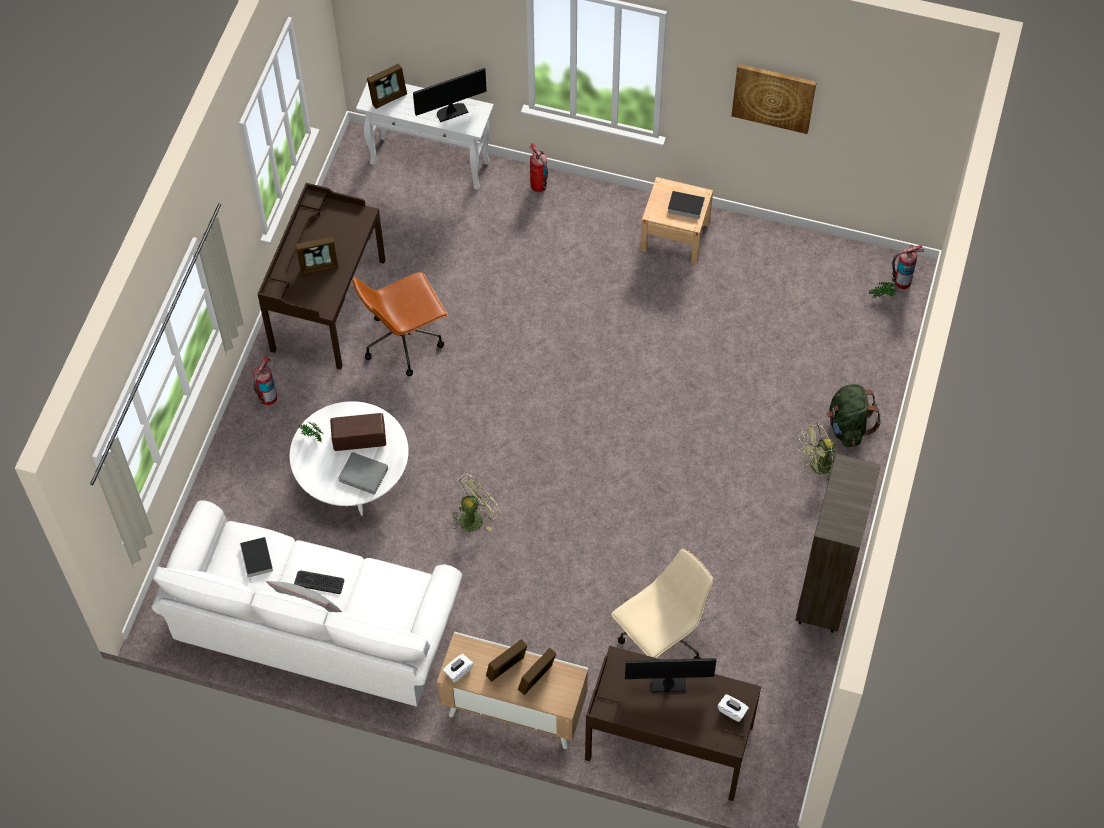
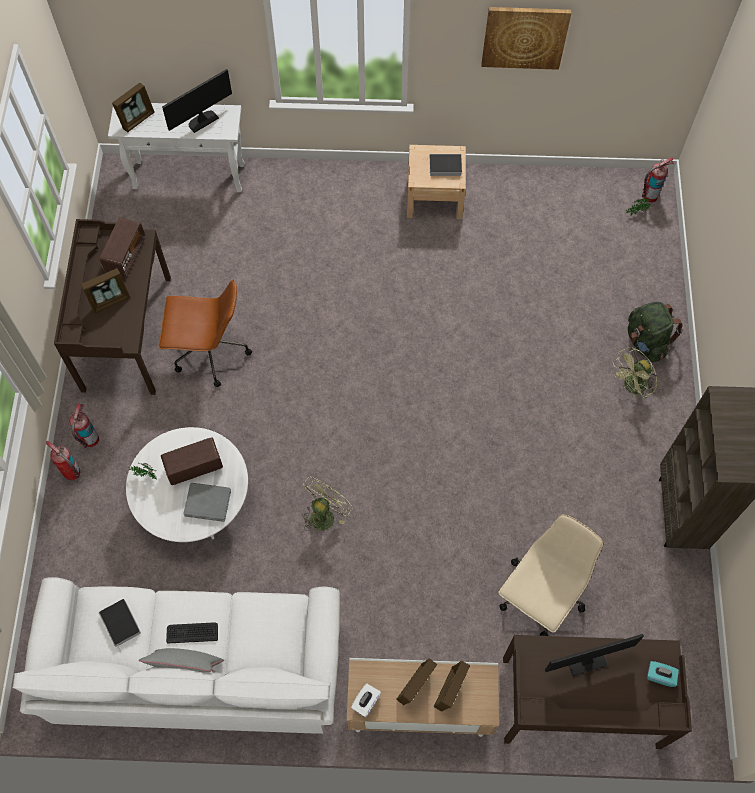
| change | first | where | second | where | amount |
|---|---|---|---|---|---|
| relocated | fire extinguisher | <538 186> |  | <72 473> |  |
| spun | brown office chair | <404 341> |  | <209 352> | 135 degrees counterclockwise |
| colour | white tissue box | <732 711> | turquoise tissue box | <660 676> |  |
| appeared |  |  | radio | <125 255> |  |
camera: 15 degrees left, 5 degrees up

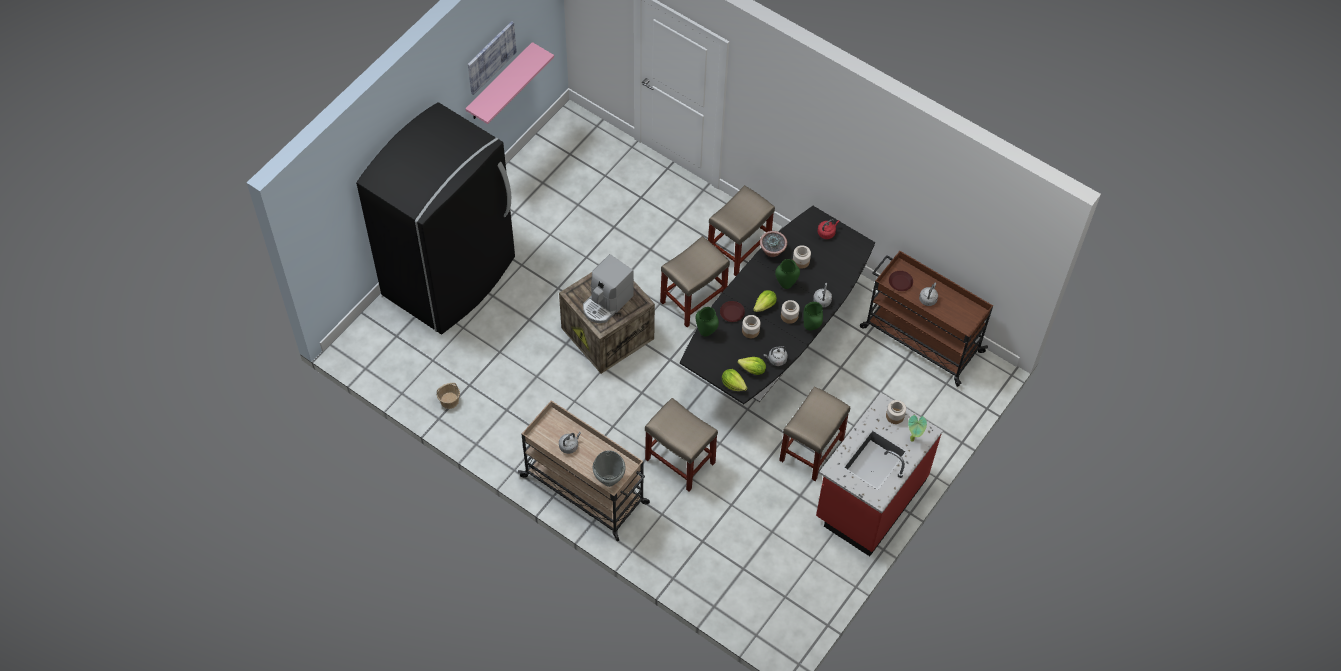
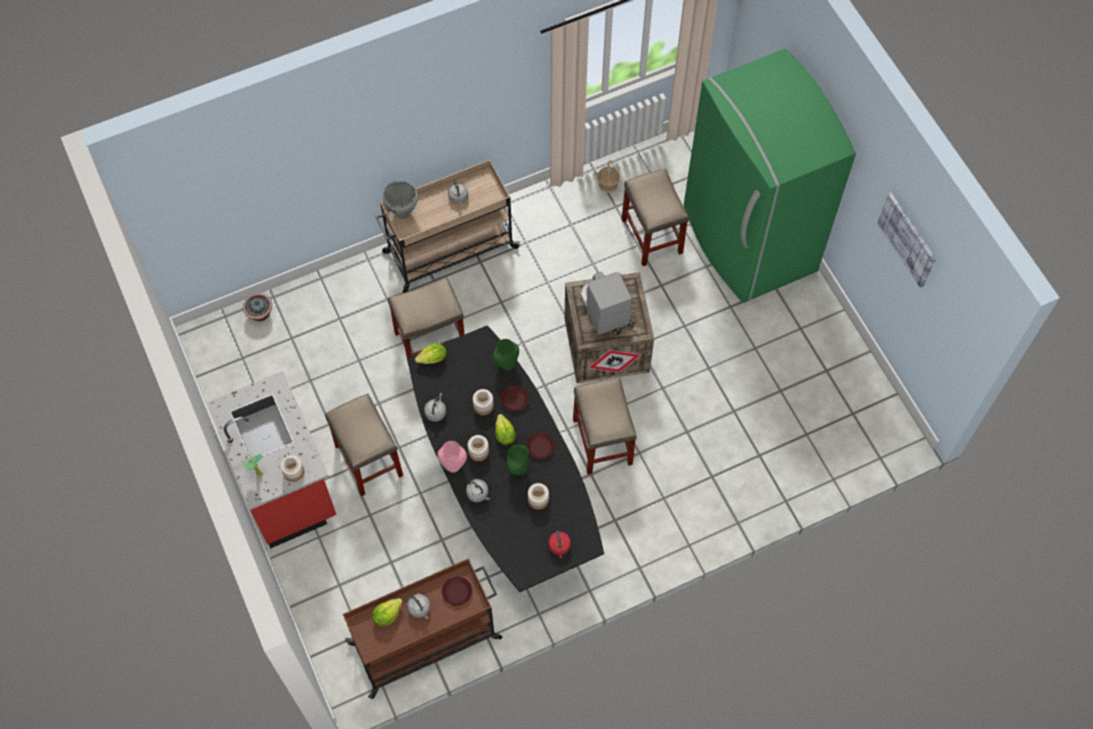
| change | first | where | second | where | amount |
|---|---|---|---|---|---|
| missing | pink shelf | <499 83> |  |  |  |
| colour | black fridge | <450 277> | green fridge | <747 240> |  |
| relocated | beige stool | <739 248> |  | <652 237> |  |
| relocated | potted plant | <772 251> |  | <260 314> |  |
| colour | green vase | <810 327> | pink vase | <453 465> |  |
| relocated | lettuce | <752 370> |  | <387 615> |  |
| appeared |  |  | brown plate | <540 446> |  |
camera: 120 degrees right, 5 degrees up

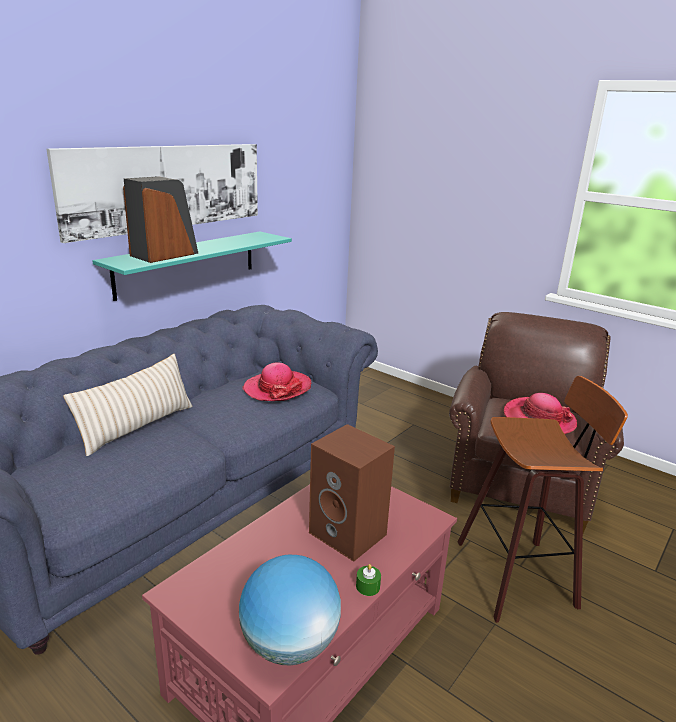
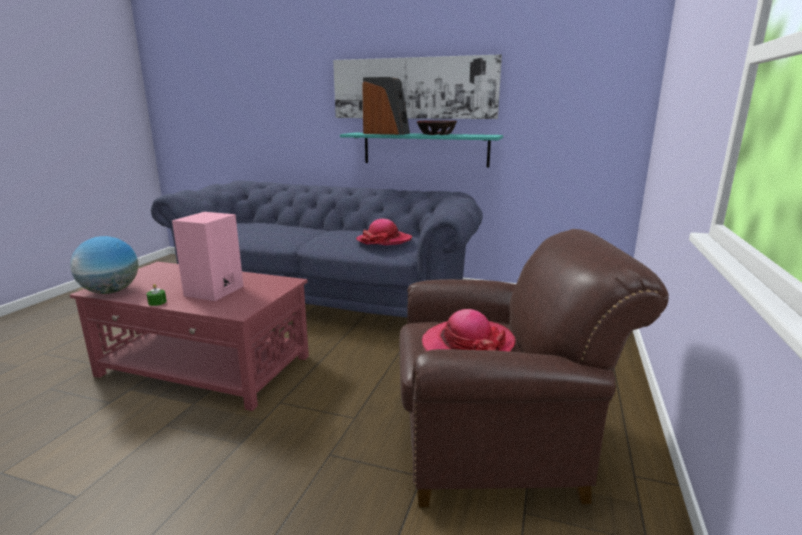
| change | first | where | second | where | amount |
|---|---|---|---|---|---|
| missing | beige pillow | <137 427> |  |  |  |
| missing | stool | <519 575> |  |  |  |
| colour | brown speaker | <350 534> | pink speaker | <214 291> |  |
| appeared |  |  | bowl | <436 134> |  |
camera: 70 degrees right, 5 degrees down

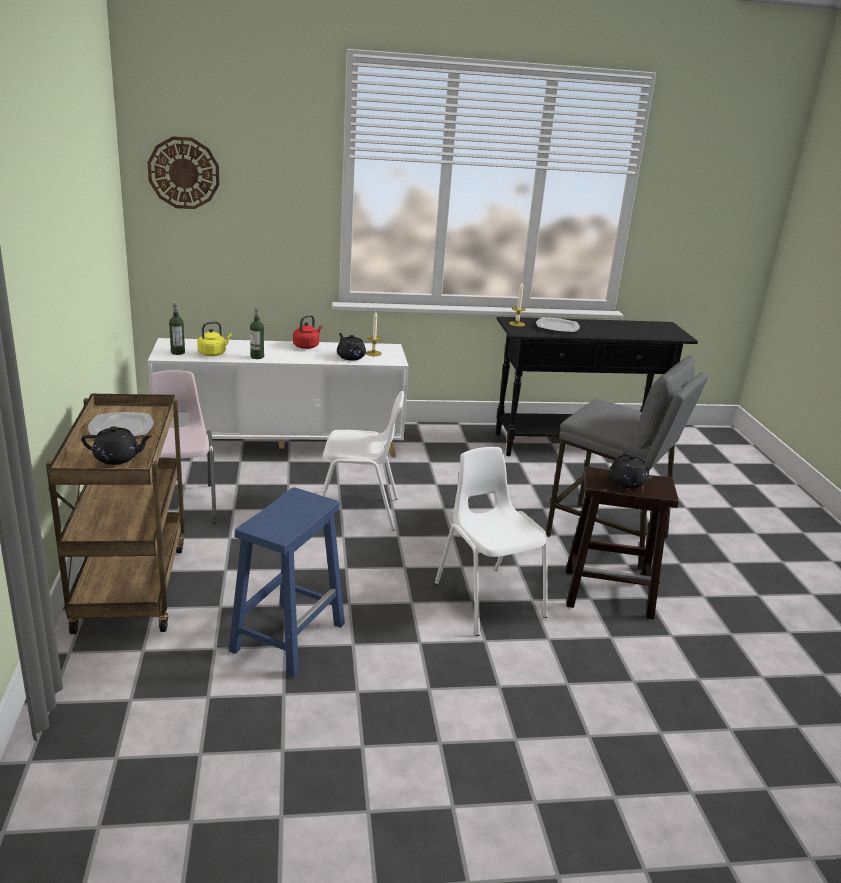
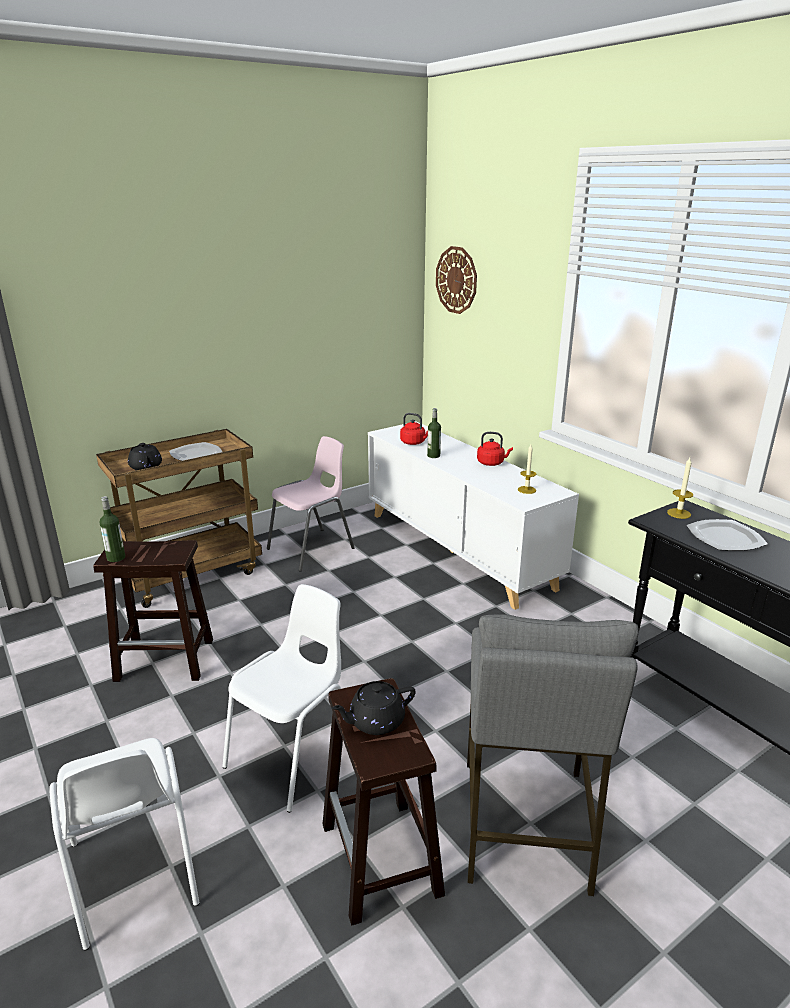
| change | first | where | second | where | amount |
|---|---|---|---|---|---|
| relocated | bottle | <178 352> |  | <116 558> |  |
| colour | yellow kettle | <213 353> | red kettle | <414 443> |  |
| missing | black teapot | <350 357> |  |  |  |
| relocated | white chair | <358 511> |  | <134 875> |  |
| colour | blue stool | <289 636> | brown stool | <167 660> |  |
camera: 65 degrees right, 0 degrees up

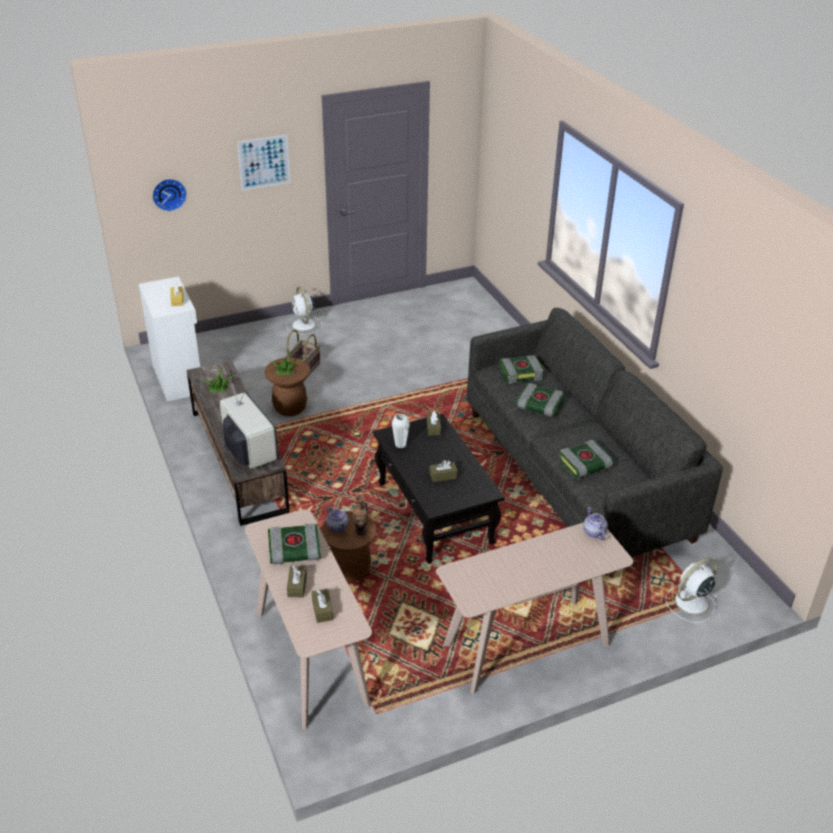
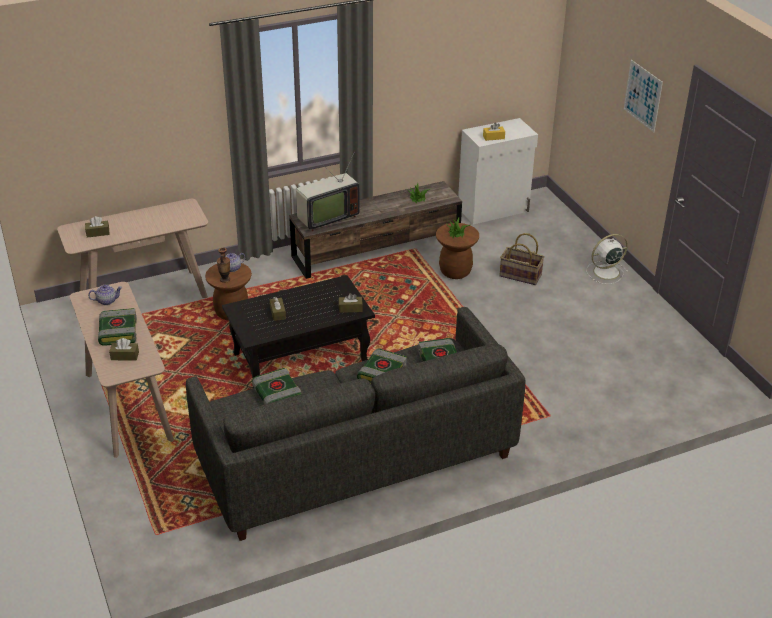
| change | first | where | second | where | amount |
|---|---|---|---|---|---|
| missing | wall clock | <169 194> |  |  |  |
| missing | white vase | <400 445> |  |  |  |
| relocated | teapot | <593 532> |  | <107 301> |  |
| relocated | book | <293 551> |  | <117 331> |  |
| missing | white fan | <690 603> |  |  |  |
| relocated | brown tissue box | <297 586> |  | <125 356> |  |
camera: 90 degrees right, 0 degrees up

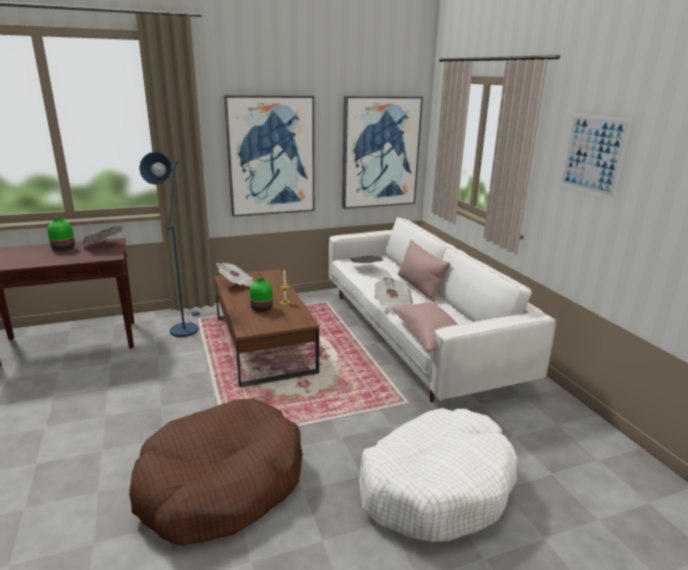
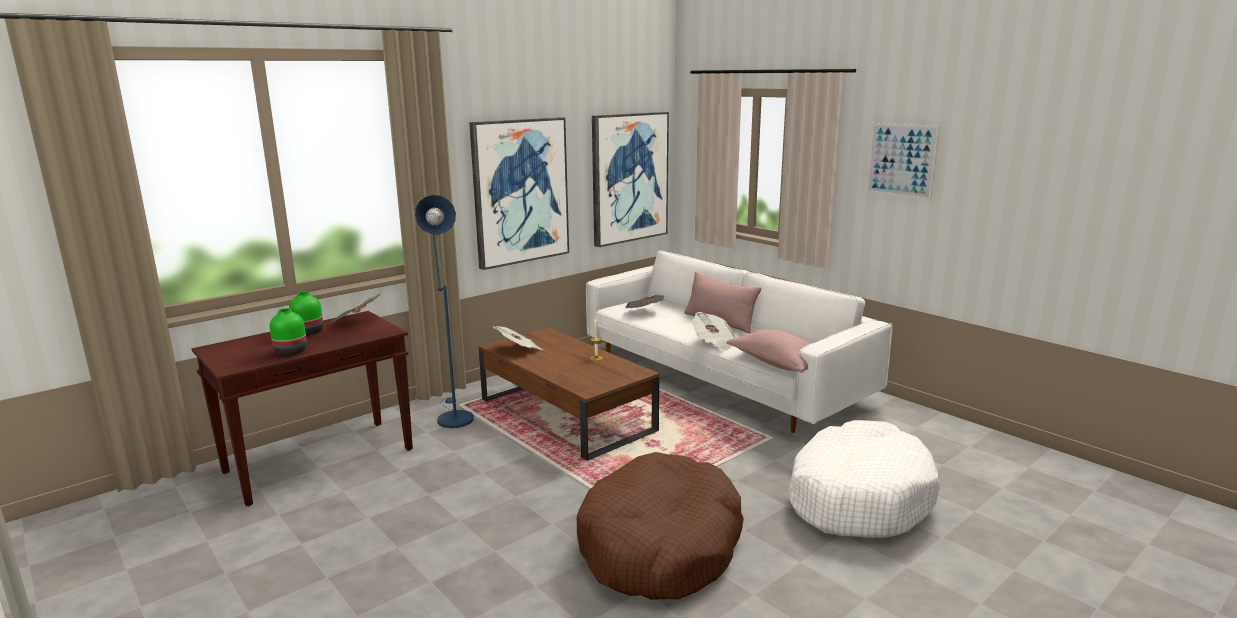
| change | first | where | second | where | amount |
|---|---|---|---|---|---|
| relocated | green vase | <262 308> |  | <291 352> |  |
camera: 20 degrees left, 5 degrees down

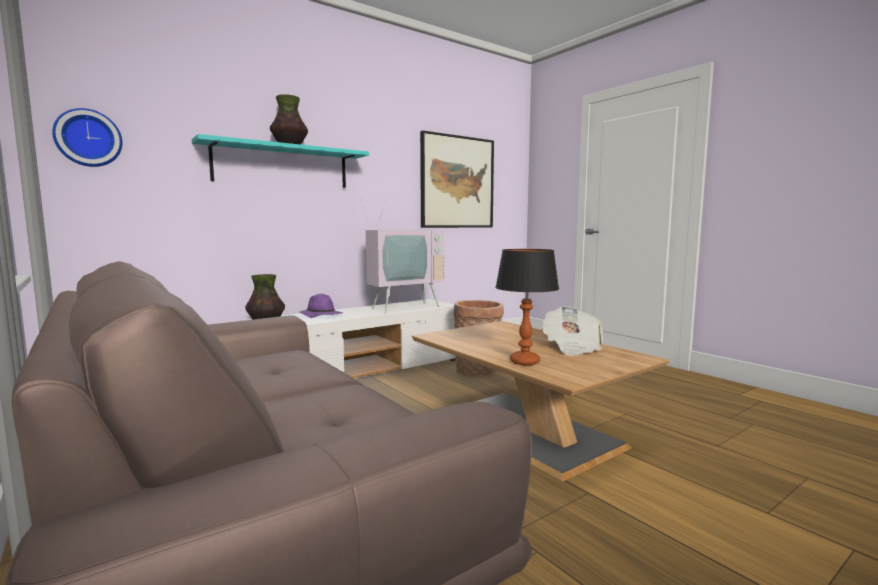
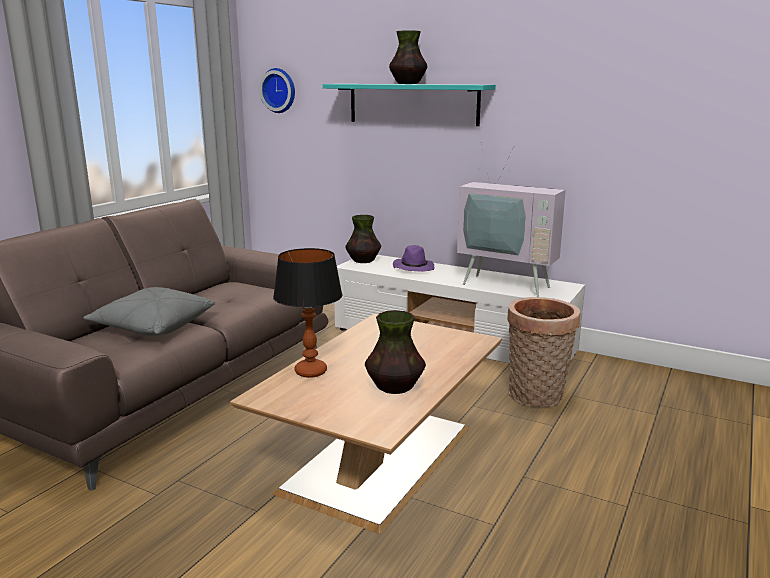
| change | first | where | second | where | amount |
|---|---|---|---|---|---|
| missing | picture | <457 182> |  |  |  |
| exchanged | newspaper | <571 347> | vase | <394 388> |  |
| appeared |  |  | grey pillow | <153 327> |  |
camera: 65 degrees right, 10 degrees up

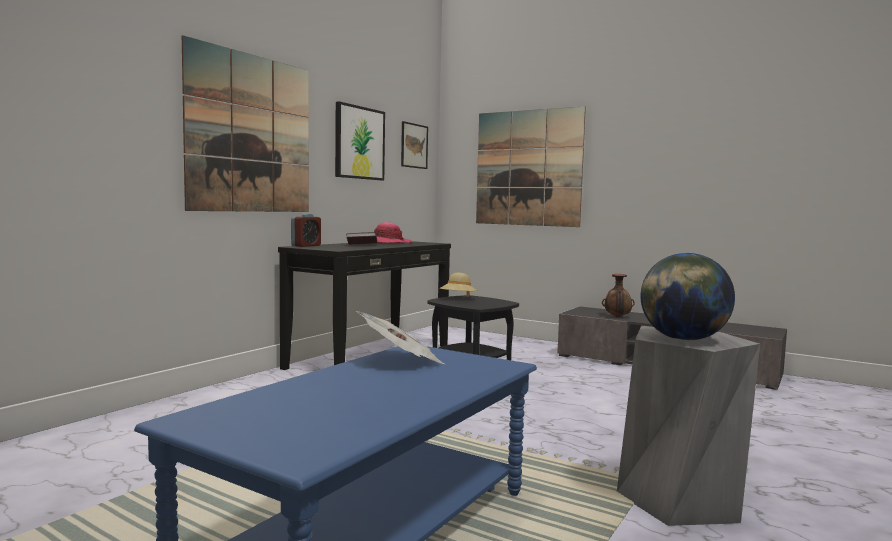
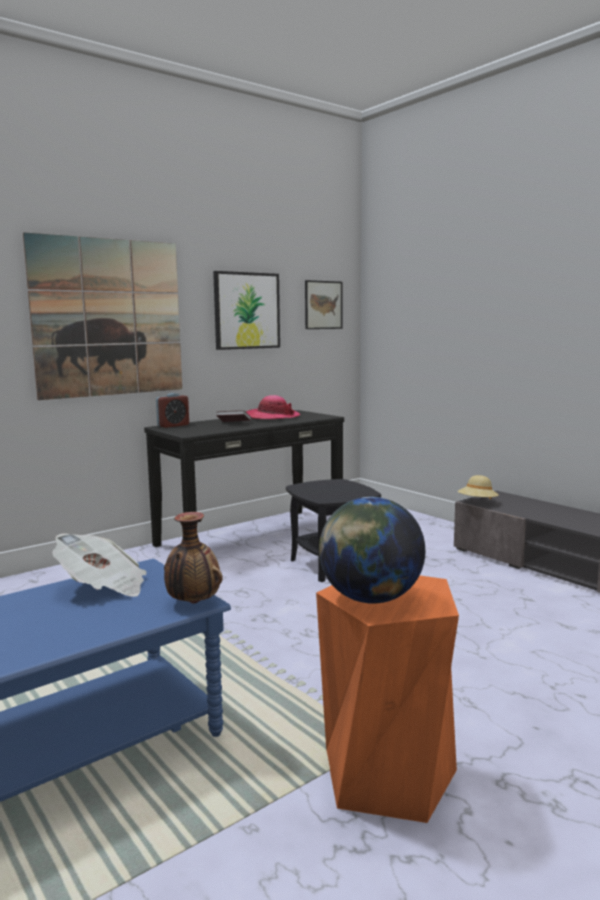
| change | first | where | second | where | amount |
|---|---|---|---|---|---|
| missing | picture | <528 168> |  |  |  |
| relocated | beige hat | <458 299> |  | <477 502> |  |
| relocated | vase | <617 317> |  | <193 603> |  |
| colour | grey stool | <679 499> | orange stool | <387 775> |  |
camera: 20 degrees right, 5 degrees up

